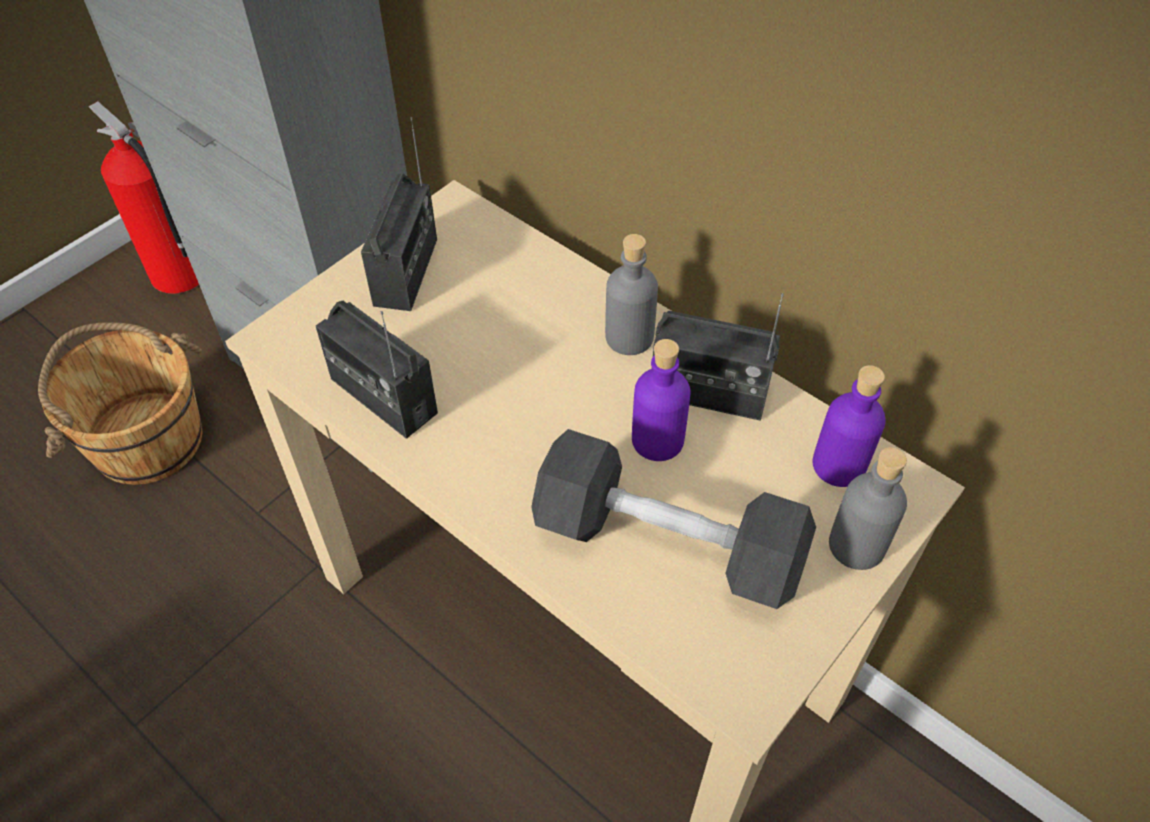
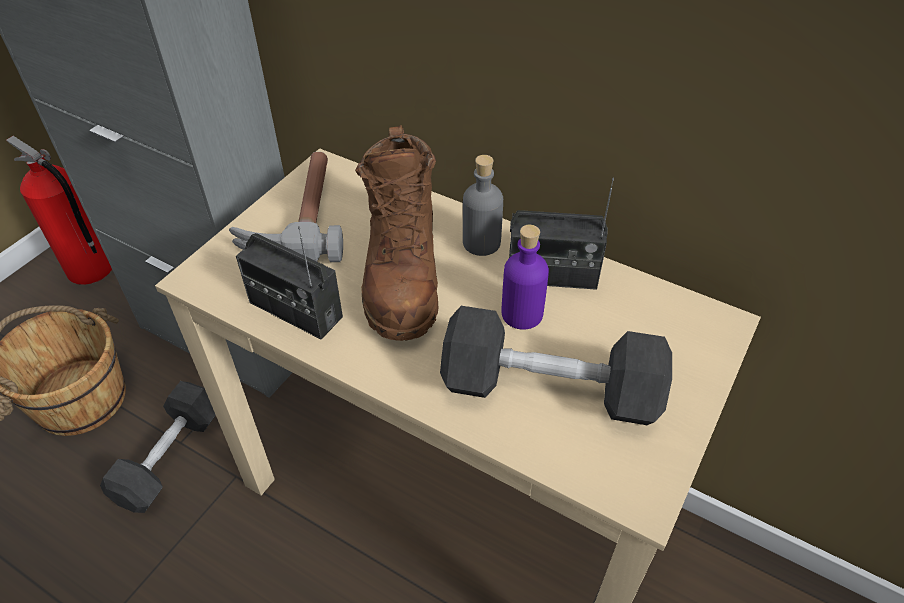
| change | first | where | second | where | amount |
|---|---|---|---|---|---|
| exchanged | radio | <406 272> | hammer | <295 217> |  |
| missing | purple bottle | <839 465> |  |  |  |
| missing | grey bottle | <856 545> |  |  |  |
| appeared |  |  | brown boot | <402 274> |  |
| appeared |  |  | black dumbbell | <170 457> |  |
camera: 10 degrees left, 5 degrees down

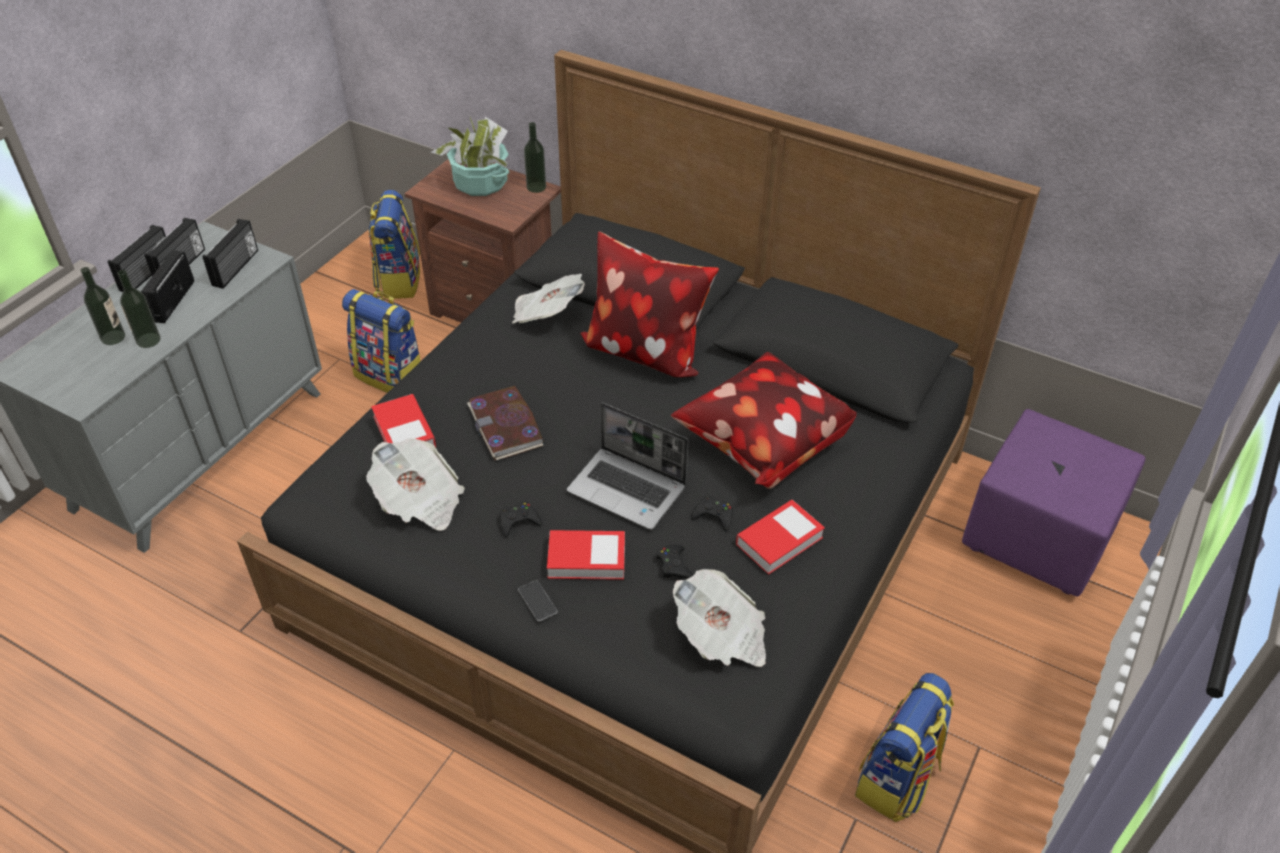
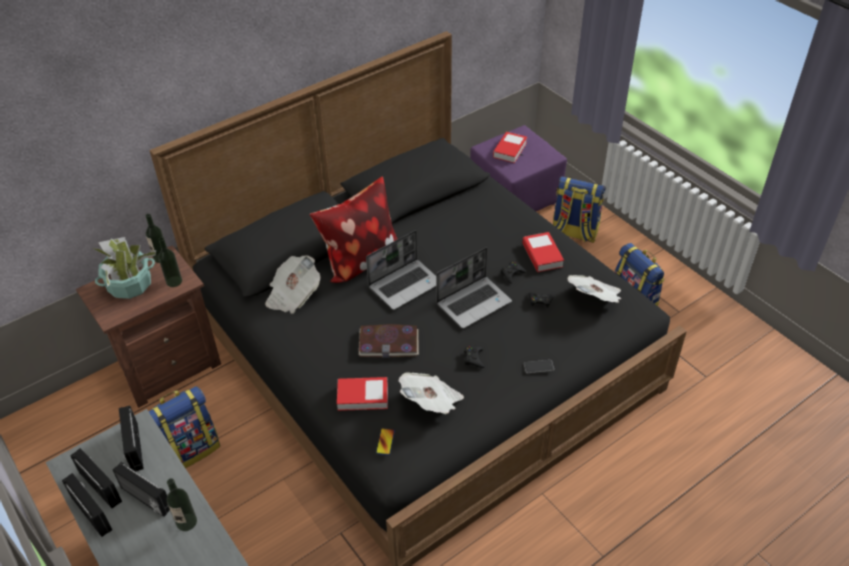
| change | first | where | second | where | amount |
|---|---|---|---|---|---|
| relocated | backpack | <398 280> |  | <574 232> |  |
| spun | radio | <236 268> |  | <133 448> | 150 degrees counterclockwise |
| relocated | bottle | <113 337> |  | <174 281> |  |
| missing | pillow | <760 445> |  |  |  |
| relocated | book | <586 559> |  | <510 150> |  |
| appeared |  |  | laptop | <405 284> |  |
| appeared |  |  | phone | <385 442> |  |
camera: 65 degrees left, 0 degrees up

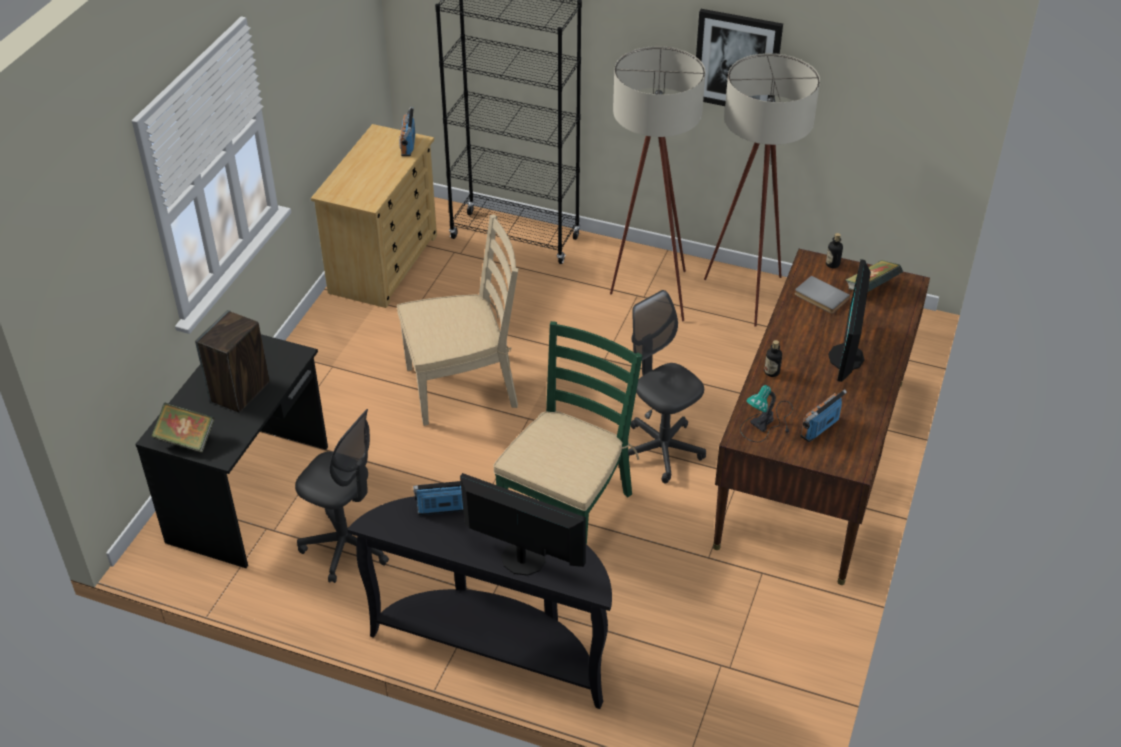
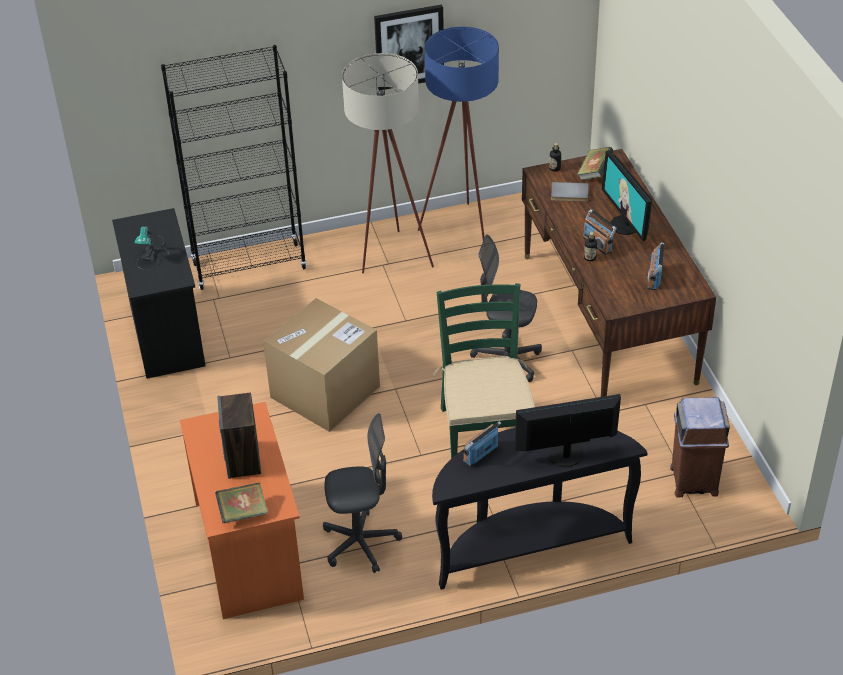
| change | first | where | second | where | amount |
|---|---|---|---|---|---|
| colour | beige floor lamp | <747 301> | blue floor lamp | <462 231> |  |
| relocated | radio | <408 145> |  | <597 244> |  |
| colour | beige dresser | <384 263> | black dresser | <167 334> |  |
| exchanged | beige chair | <462 386> | cardboard box | <325 392> |  |
| colour | black desk | <251 493> | orange desk | <250 549> |  |
| relocated | table lamp | <767 423> |  | <153 254> |  |
| appeared |  |  | brown trash can | <694 480> |  |
camera: 35 degrees left, 0 degrees up

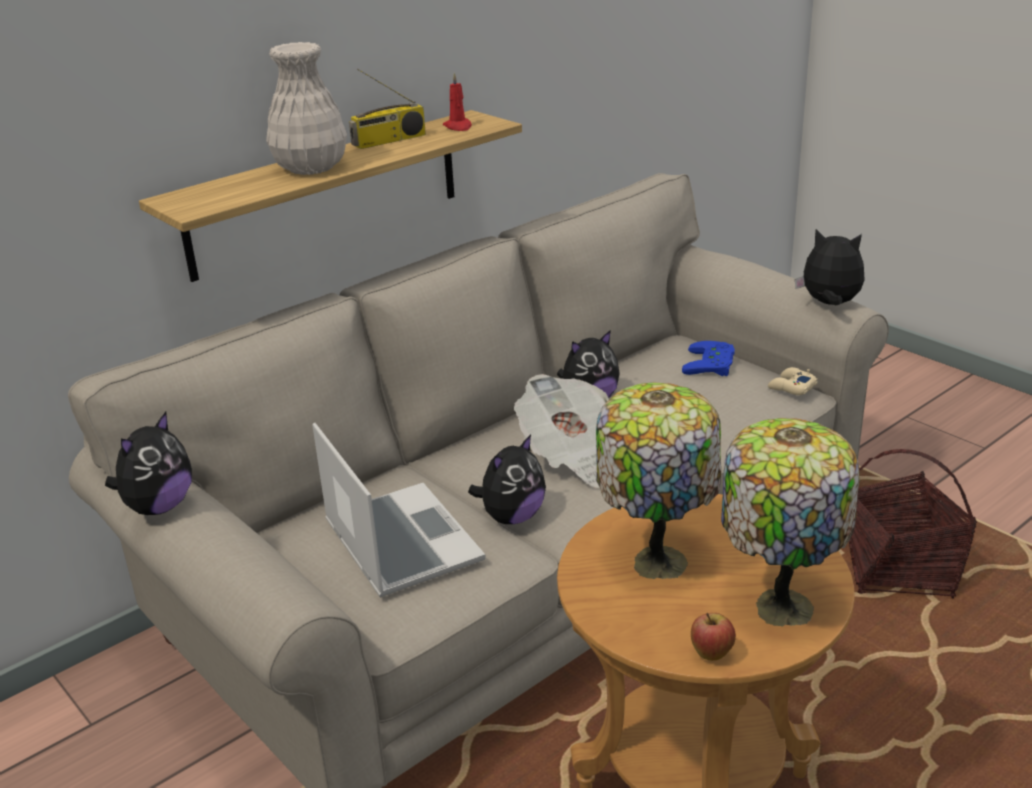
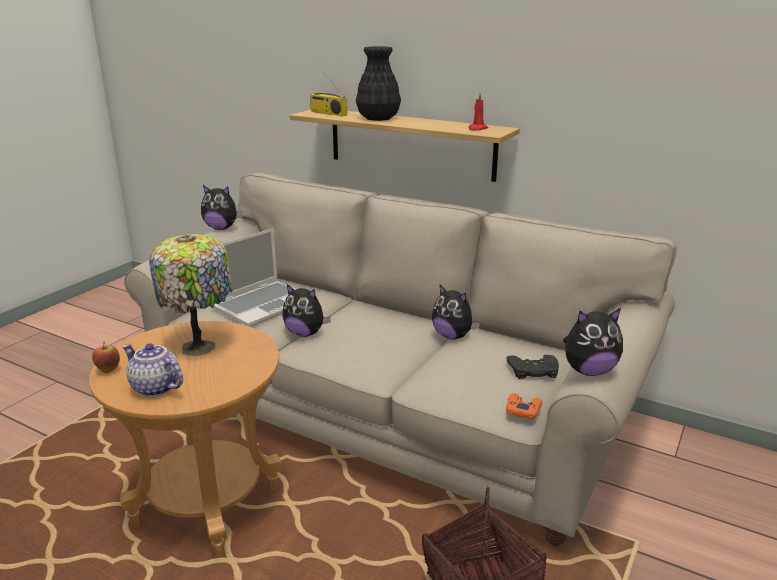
| change | first | where | second | where | amount |
|---|---|---|---|---|---|
| colour | white vase | <312 168> | black vase | <378 118> |  |
| relocated | radio | <389 141> |  | <327 113> |  |
| spun | plush toy | <829 304> |  | <588 371> | 75 degrees clockwise |
| colour | blue game controller | <713 364> | black game controller | <533 371> |  |
| colour | beige game controller | <791 387> | orange game controller | <522 410> |  |
| missing | newspaper | <575 457> |  |  |  |
| exchanged | table lamp | <780 604> | teapot | <154 388> |  |
camera: 70 degrees right, 5 degrees down

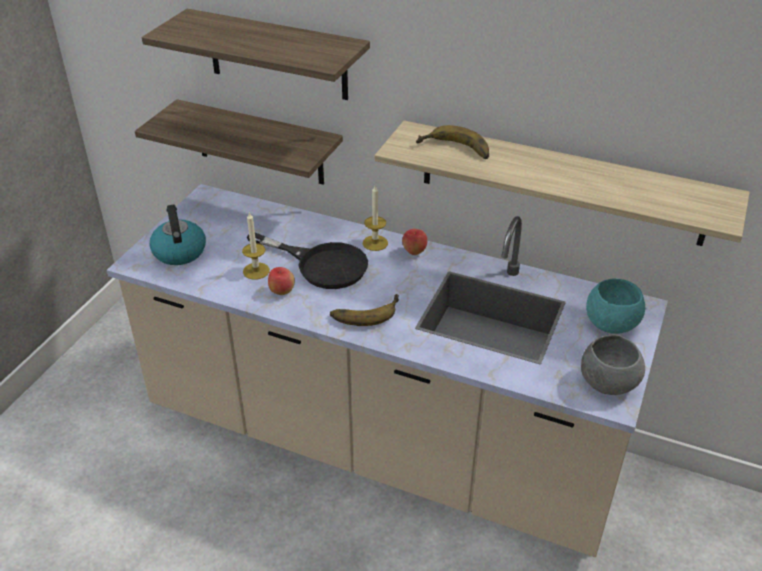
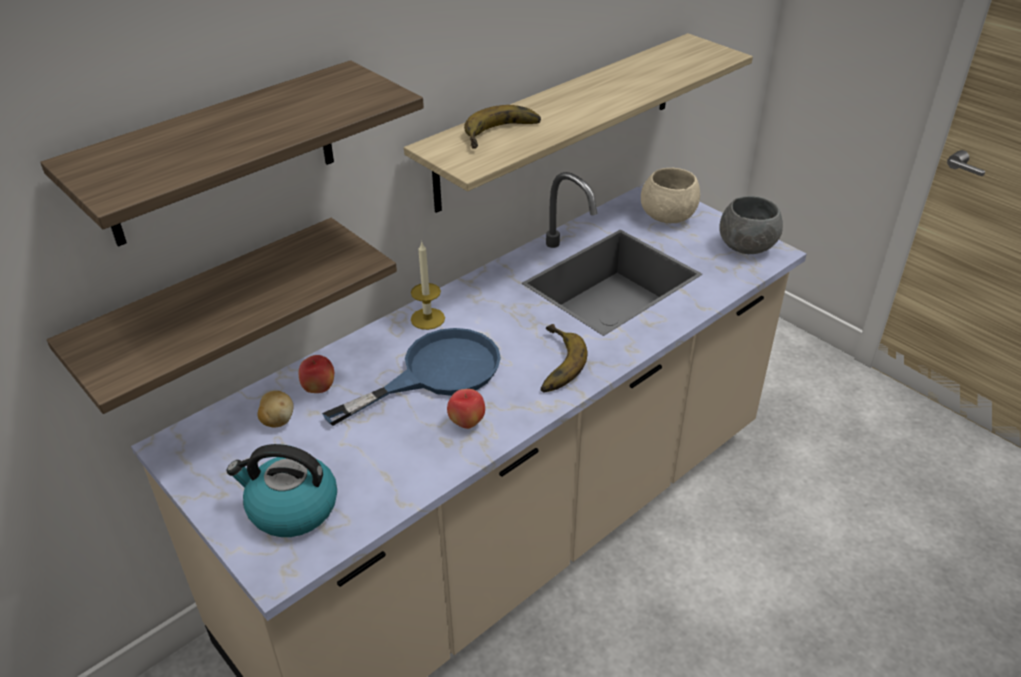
| change | first | where | second | where | amount |
|---|---|---|---|---|---|
| missing | candle | <256 271> |  |  |  |
| relocated | apple | <414 252> |  | <319 389> |  |
| colour | black frying pan | <321 264> | blue frying pan | <436 373> |  |
| colour | turquoise bowl | <610 324> | beige bowl | <667 217> |  |
| appeared |  |  | potato | <277 420> |  |
camera: 65 degrees left, 0 degrees up

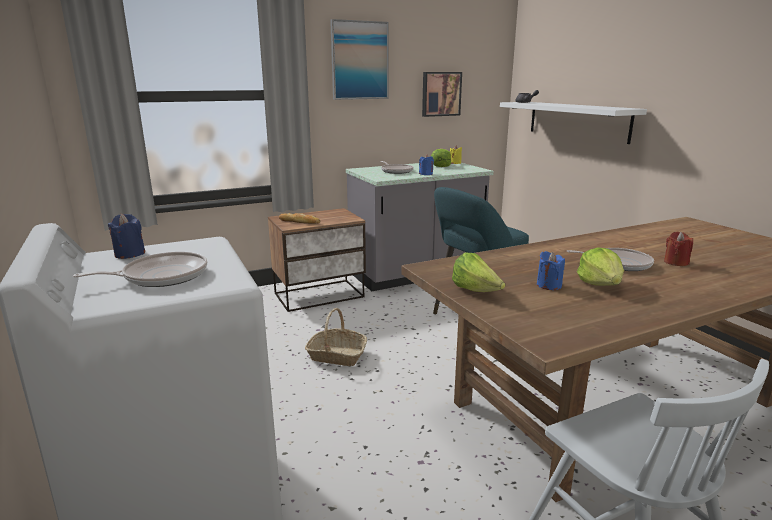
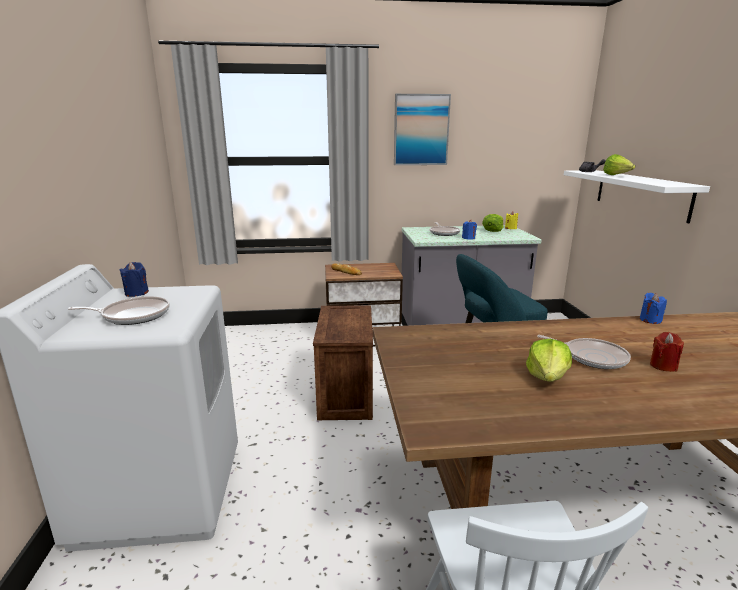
| change | first | where | second | where | amount |
|---|---|---|---|---|---|
| missing | picture | <440 94> |  |  |  |
| relocated | blue candle | <549 285> |  | <650 320> |  |
| relocated | lettuce | <476 291> |  | <617 175> |  |
| exchanged | basket | <336 355> | crate | <345 395> |  |
camera: 20 degrees right, 0 degrees up

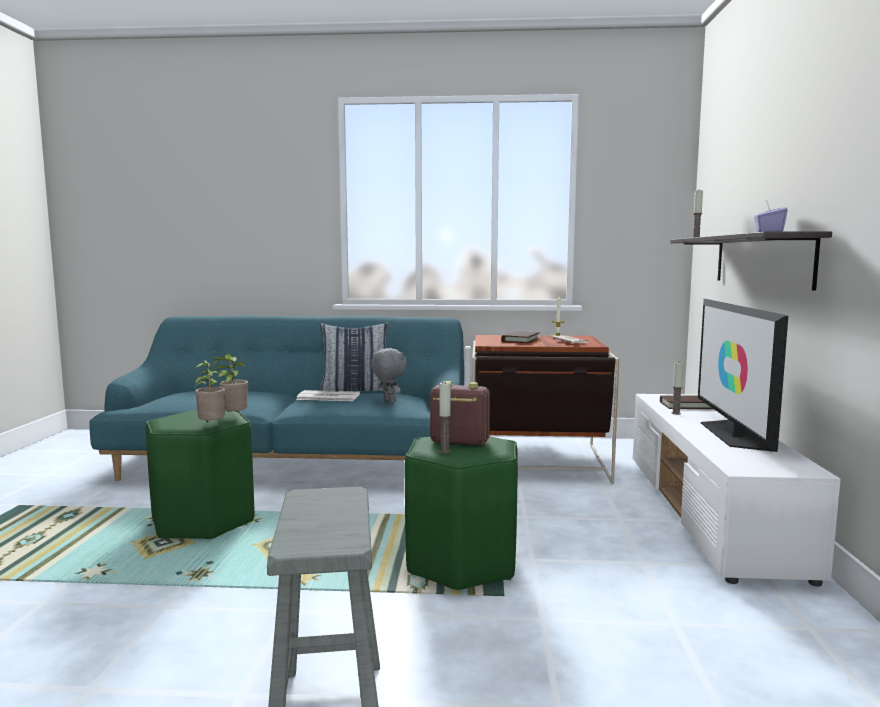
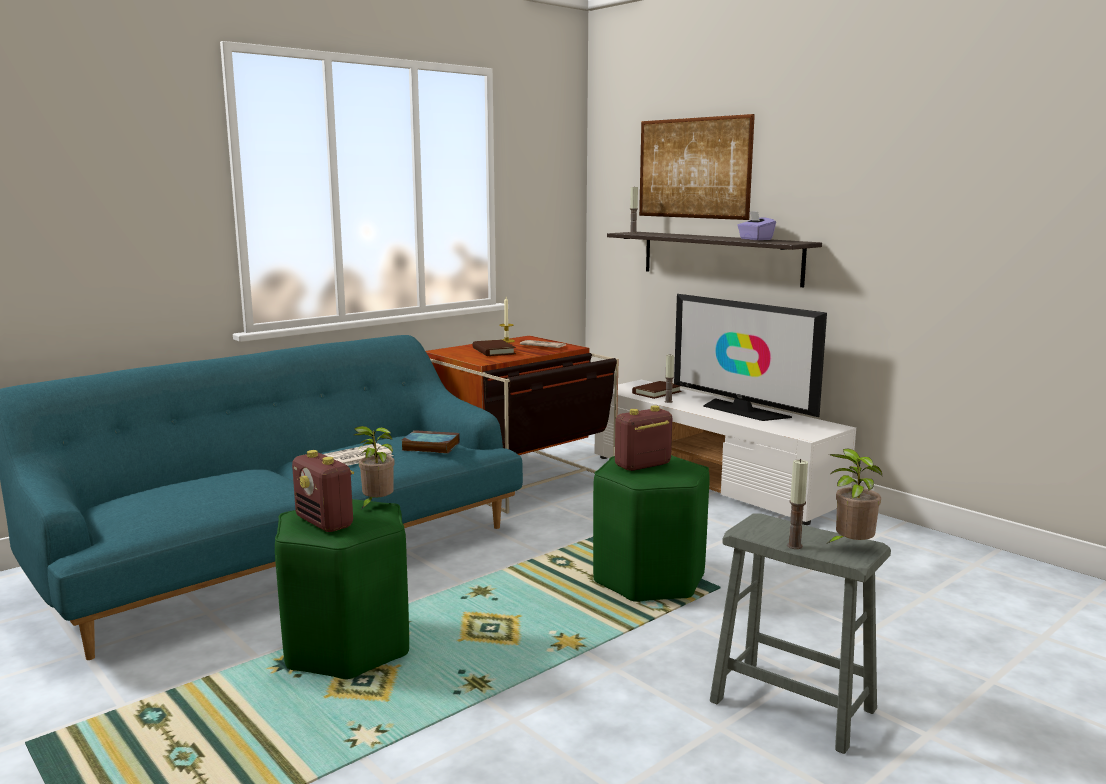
| change | first | where | second | where | amount |
|---|---|---|---|---|---|
| missing | pillow | <355 390> |  |  |  |
| exchanged | grey plush toy | <388 401> | book | <429 446> |  |
| relocated | potted plant | <211 427> |  | <850 547> |  |
| relocated | candle | <444 451> |  | <794 546> |  |
| appeared |  |  | picture | <693 168> |  |
| appeared |  |  | radio | <325 523> |  |
camera: 45 degrees left, 5 degrees up

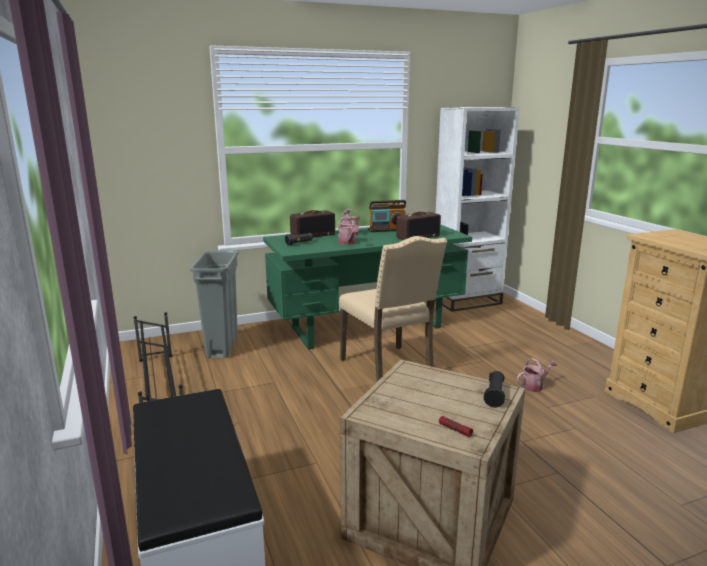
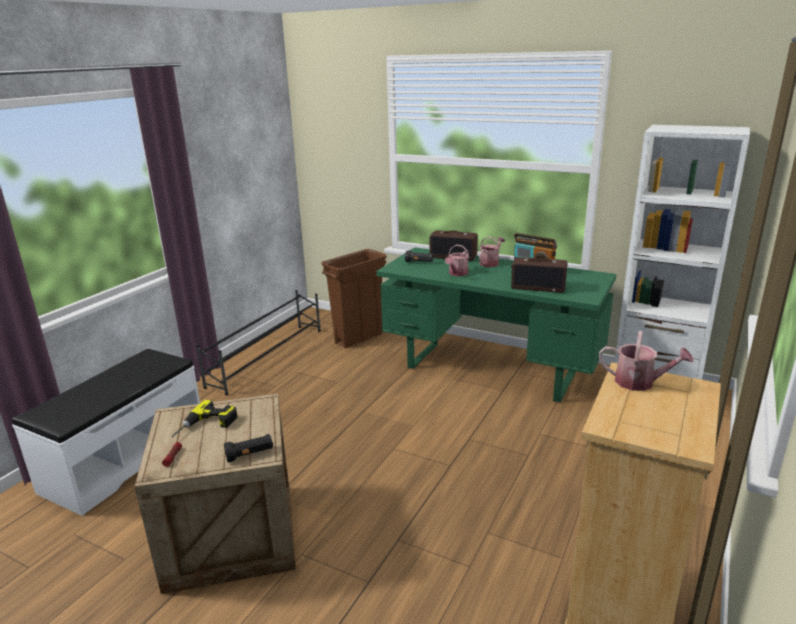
| change | first | where | second | where | amount |
|---|---|---|---|---|---|
| missing | beige chair | <389 369> |  |  |  |
| colour | grey trash can | <222 347> | brown trash can | <359 338> |  |
| relocated | watering can | <534 386> |  | <640 382> |  |
| appeared |  |  | power drill | <206 426> |  |
camera: 50 degrees right, 5 degrees up

